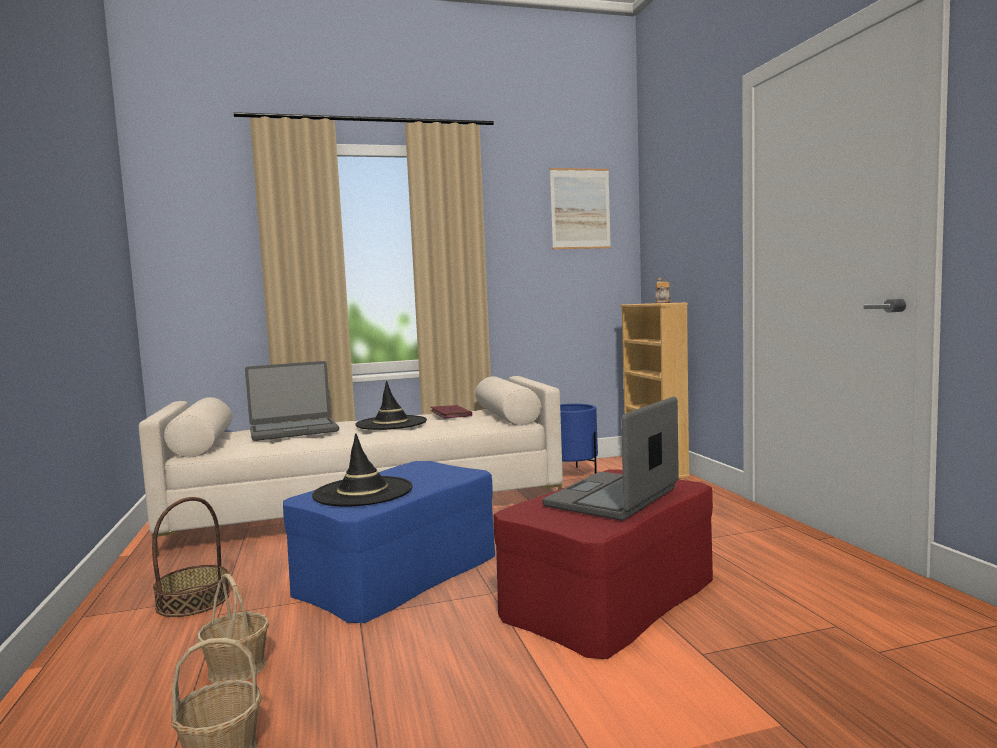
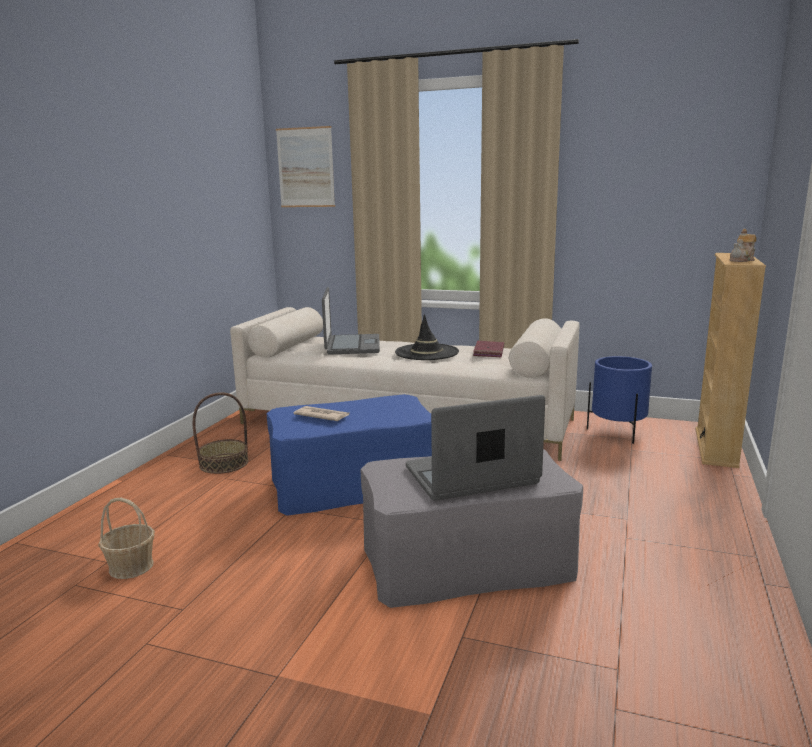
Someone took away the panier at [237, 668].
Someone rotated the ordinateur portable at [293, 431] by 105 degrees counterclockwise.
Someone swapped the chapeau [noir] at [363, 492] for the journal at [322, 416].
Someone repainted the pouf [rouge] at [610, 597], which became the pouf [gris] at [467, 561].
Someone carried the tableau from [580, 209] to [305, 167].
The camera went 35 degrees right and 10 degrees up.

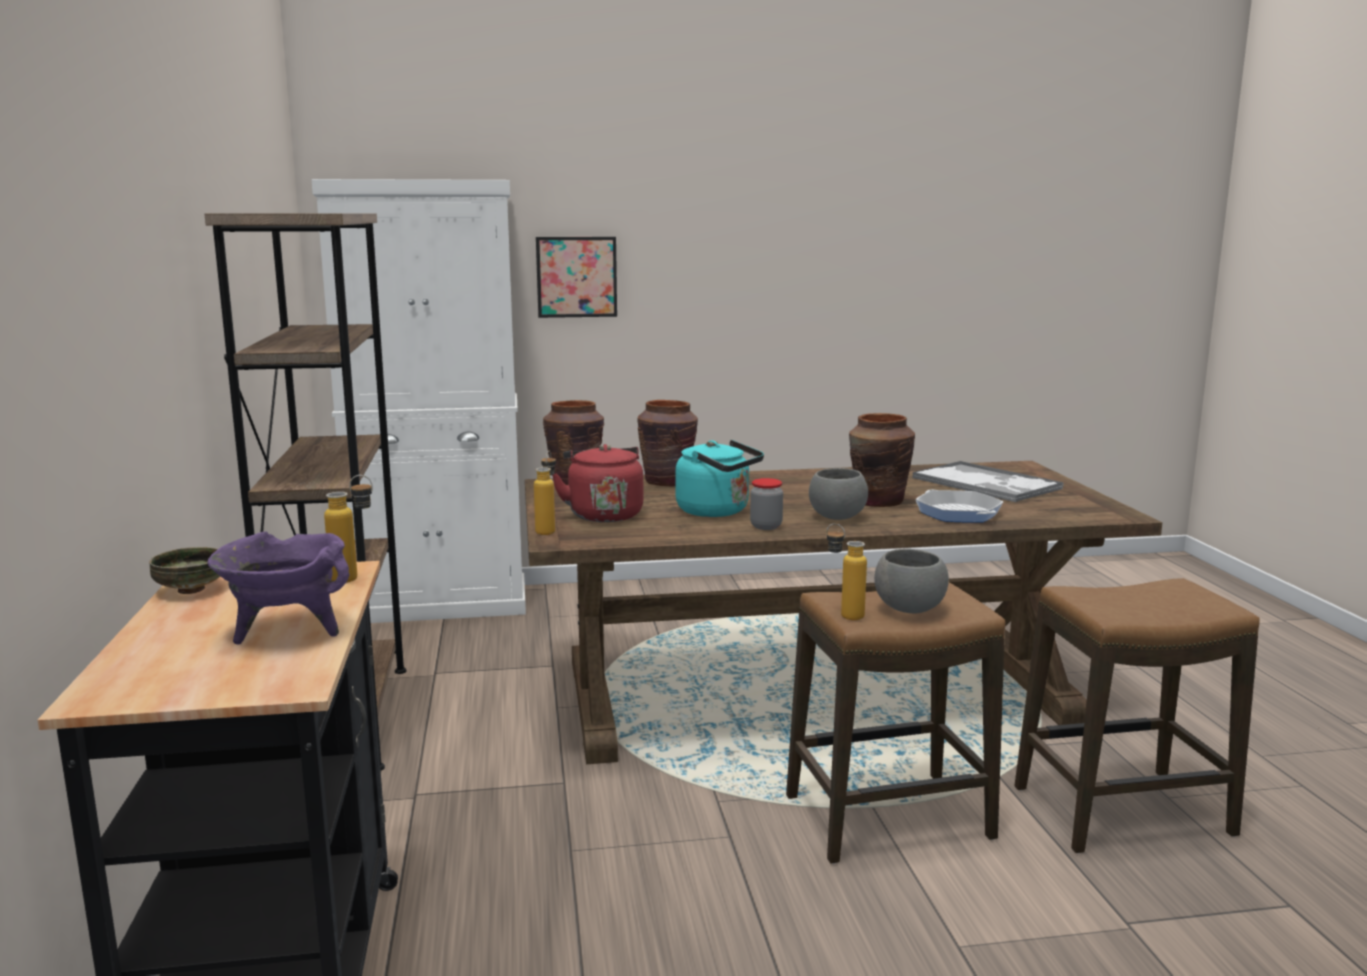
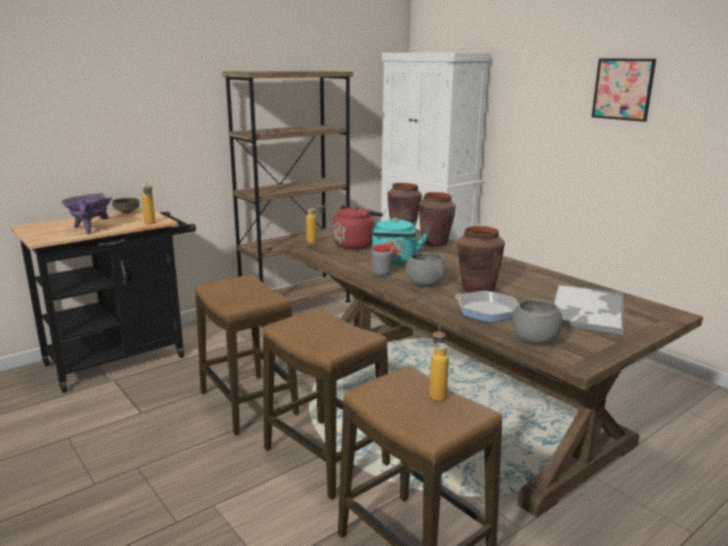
Someone carried the tableau from [576, 277] to [623, 89].
Someone carried the bouteille from [843, 615] to [437, 393].
Someone carried the bol [gris] from [909, 609] to [533, 340].
Someone rotated the poêle at [958, 513] by 90 degrees clockwise.
Someone put down the tabouret at [248, 403].
The camera went 60 degrees right and 5 degrees up.

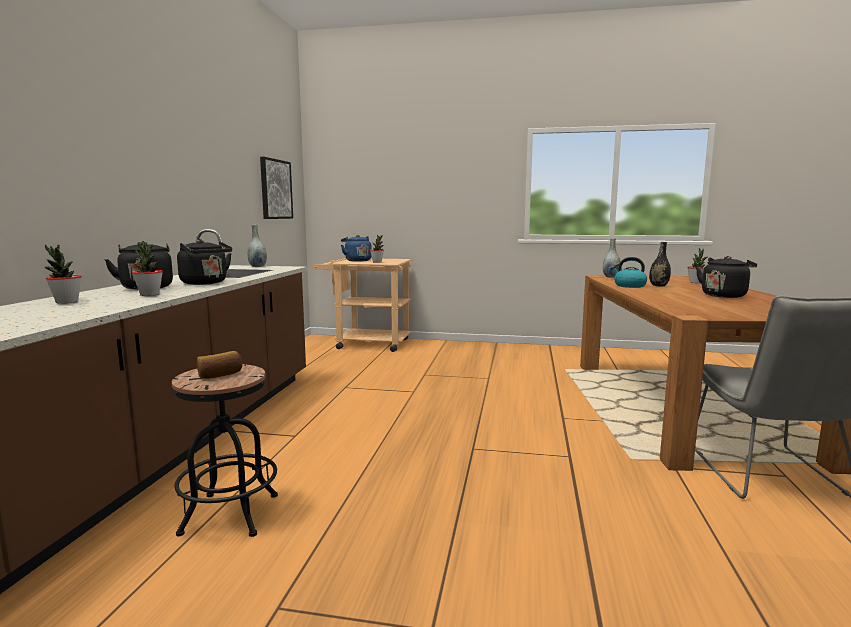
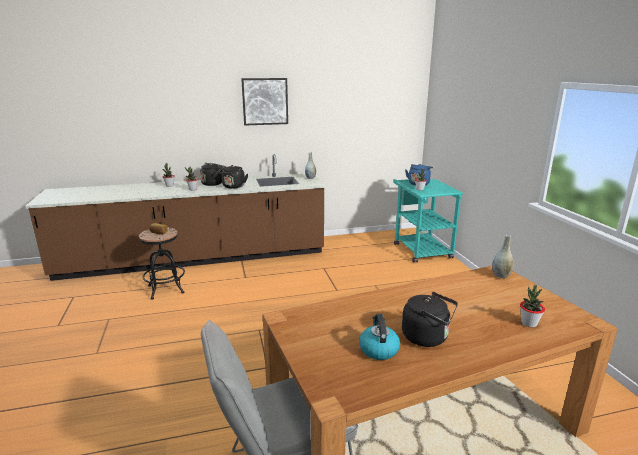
Someone carried the tableau from [275, 189] to [265, 101].
Someone repainted the chariot [beige] at [366, 343], which became the chariot [turquoise] at [419, 249].
Someone carried the bouilloire from [629, 286] to [378, 349].
Someone took away the vase [noir] at [658, 285].
The camera went 65 degrees right and 10 degrees up.

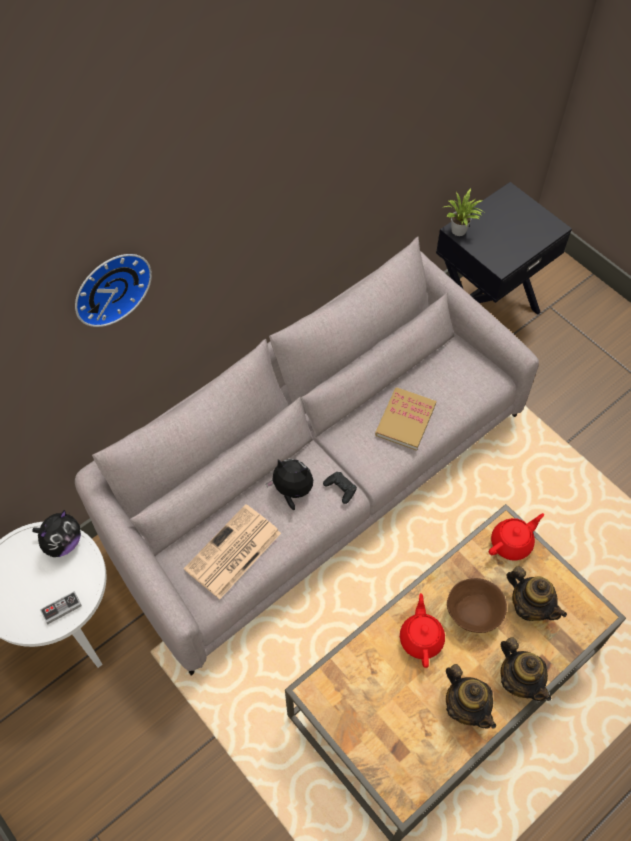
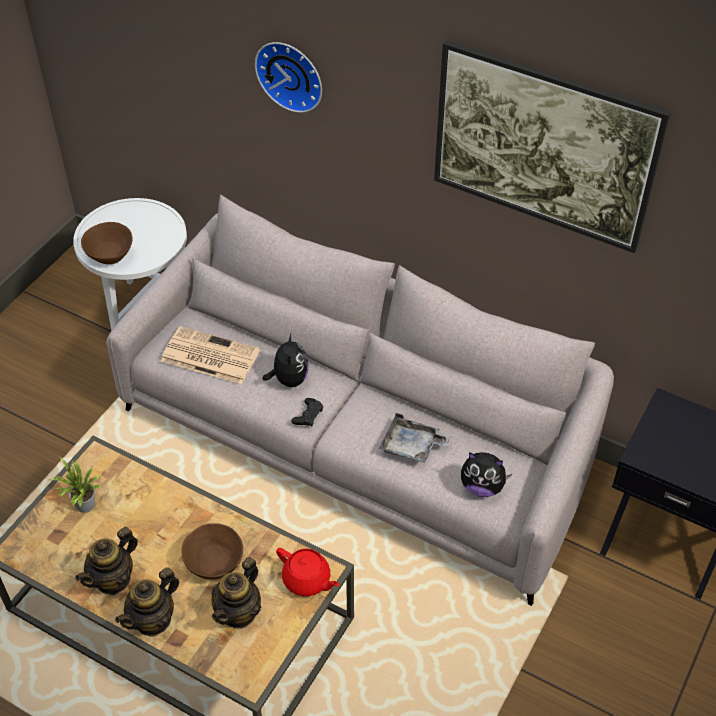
Someone carried the peluche from [62, 543] to [482, 487].
Someone swapped the manette at [61, 608] for the bol [marron] at [109, 255].
Someone swapped the livre at [405, 420] for the plateau [gris] at [412, 446].
Someone took away the théière [rouge] at [421, 638].
Someone carried the plante en pot from [460, 232] to [83, 506].
Someone put up the tableau at [538, 180].
The camera went 70 degrees right and 10 degrees down.

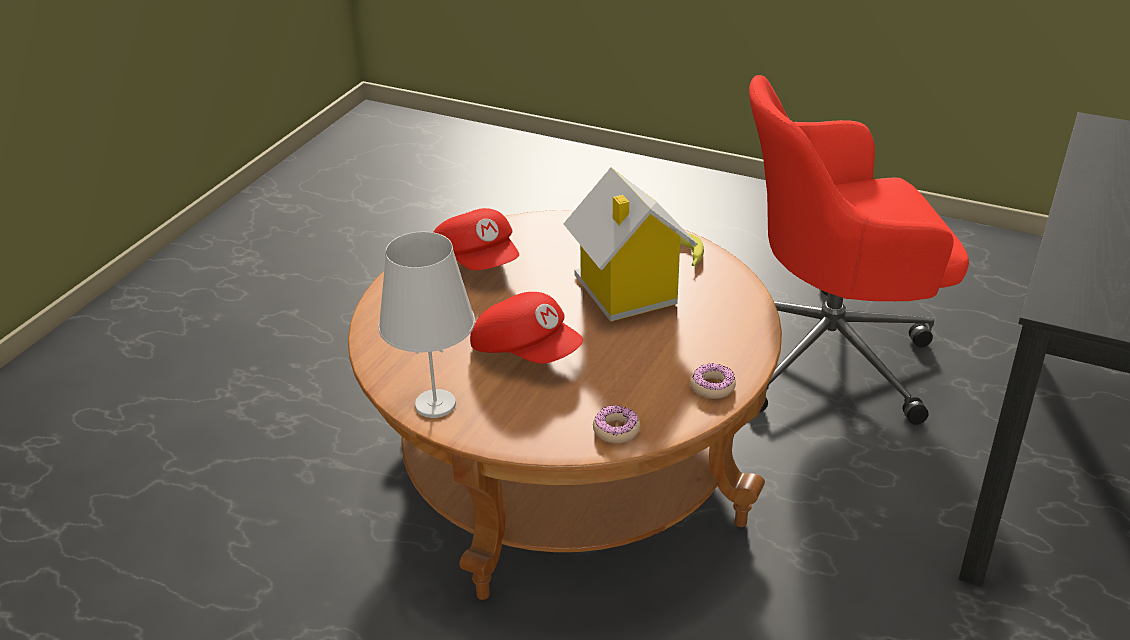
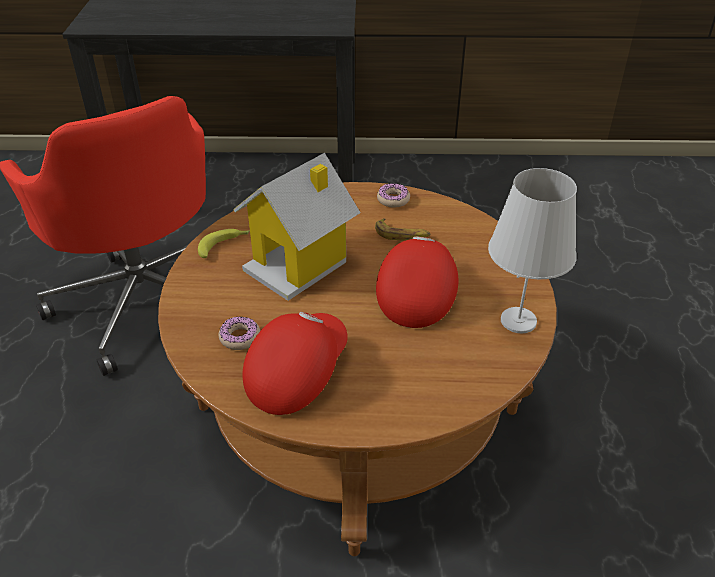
Someone carried the beignet from [616, 430] to [240, 337].
Someone put down the banane at [402, 235].
The camera went 115 degrees left and 5 degrees up.

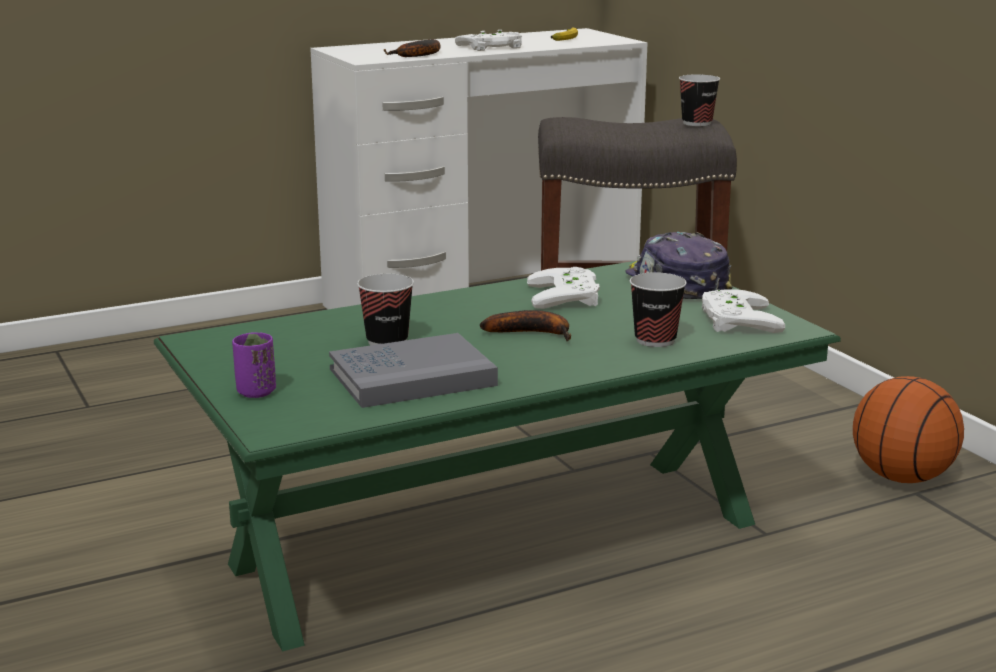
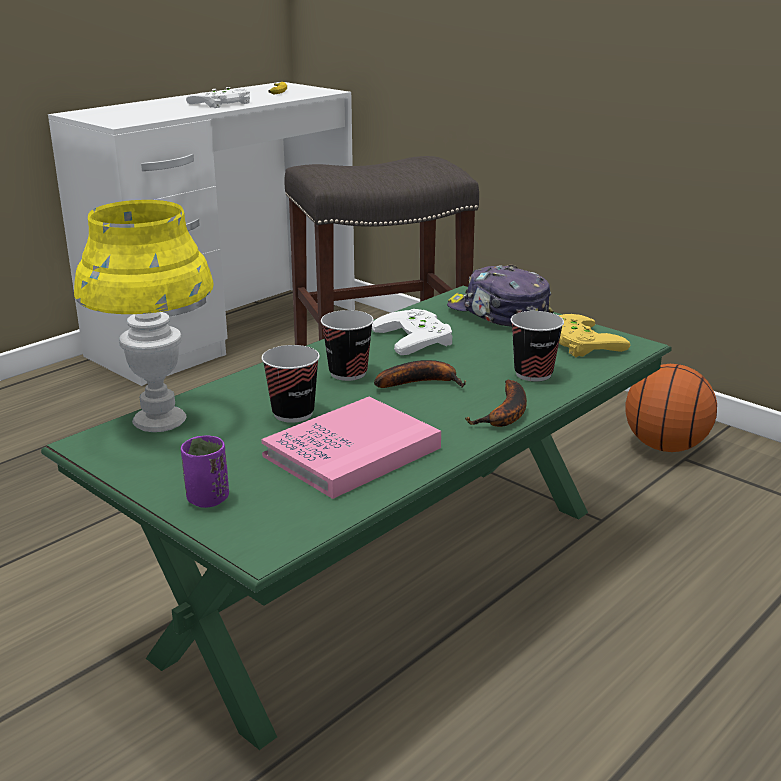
Someone repainted the livre [gris] at [412, 377], which became the livre [rose] at [352, 452].
Someone carried the banane from [417, 55] to [506, 415].
Someone carried the tasse from [697, 123] to [348, 373].
Someone repainted the manette [blanc] at [733, 319], which became the manette [jaune] at [577, 342].
Someone put down the lampe de table [jaune] at [160, 421].
The camera went 20 degrees left and 5 degrees up.

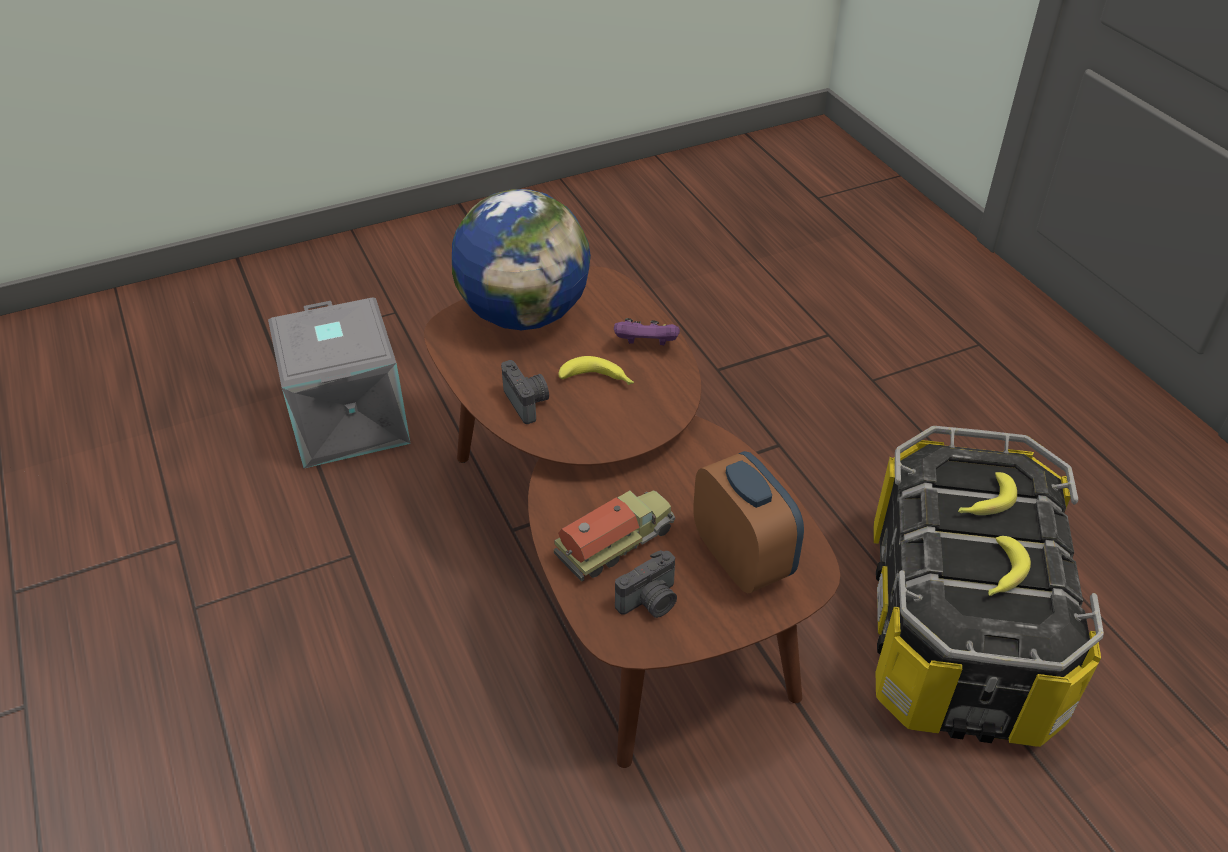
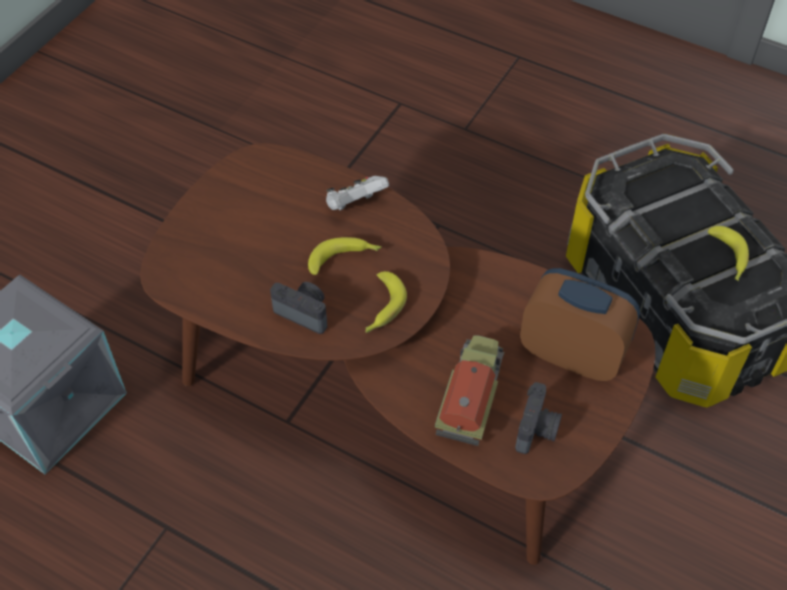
Someone took away the globe at [524, 315].
Someone repainted the manette [violet] at [646, 345], which became the manette [blanc] at [355, 204].
Someone carried the banane from [984, 502] to [381, 309].
The camera went 35 degrees left and 10 degrees up.

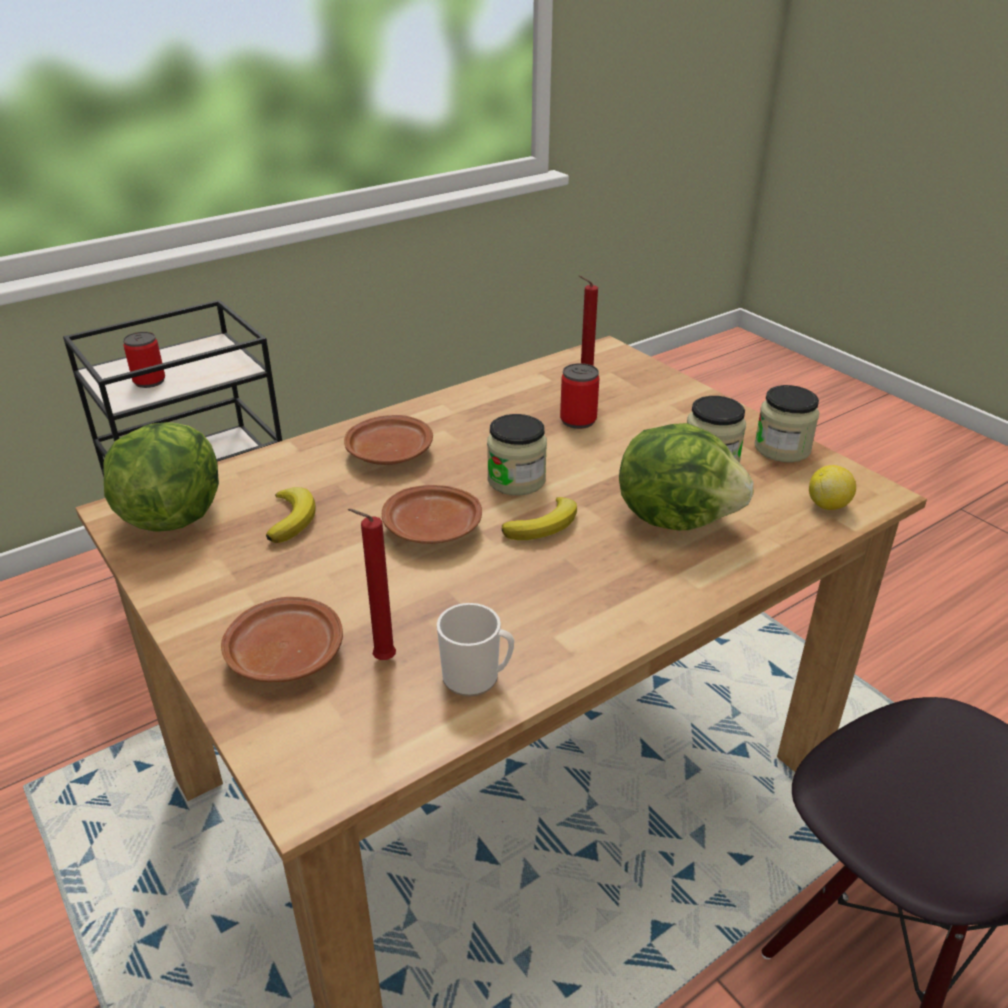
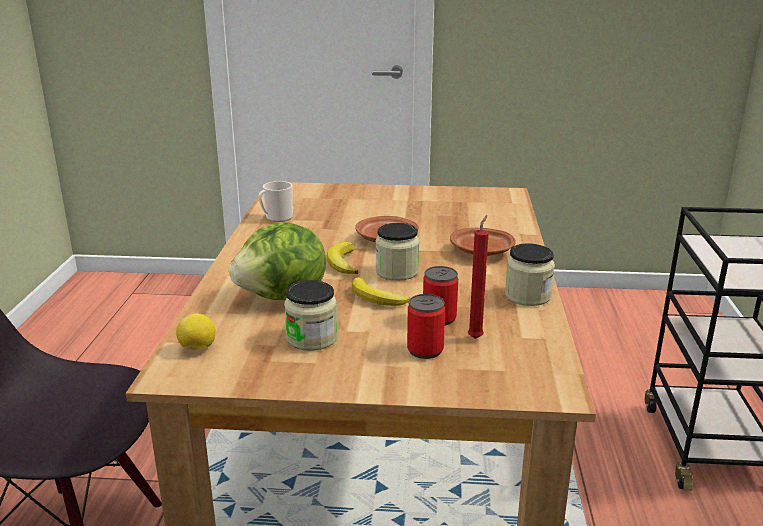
Someone took away the laitue at [172, 515].
Someone carried the boîte métallique from [149, 381] to [425, 350].
Someone took away the assiette [marron] at [285, 655].
Someone carried the banane from [292, 518] to [377, 298].
Someone took away the bougie [rouge] at [381, 660].
Someone carried the bocal from [782, 448] to [527, 296].
The camera went 130 degrees right and 10 degrees down.

